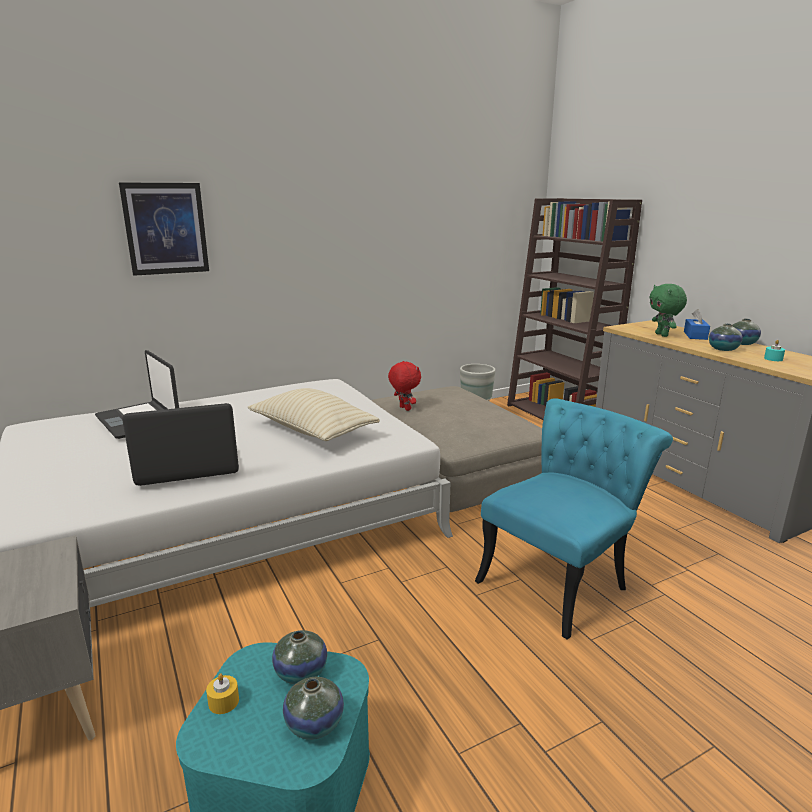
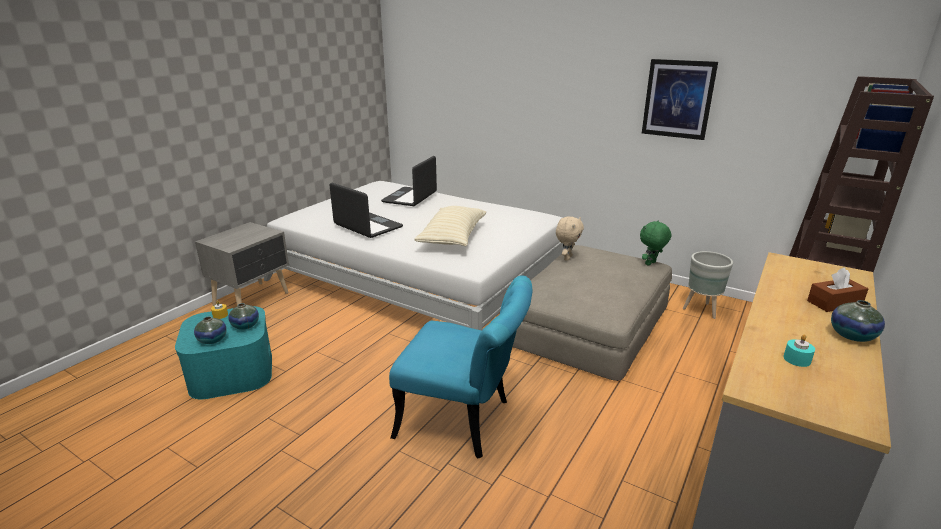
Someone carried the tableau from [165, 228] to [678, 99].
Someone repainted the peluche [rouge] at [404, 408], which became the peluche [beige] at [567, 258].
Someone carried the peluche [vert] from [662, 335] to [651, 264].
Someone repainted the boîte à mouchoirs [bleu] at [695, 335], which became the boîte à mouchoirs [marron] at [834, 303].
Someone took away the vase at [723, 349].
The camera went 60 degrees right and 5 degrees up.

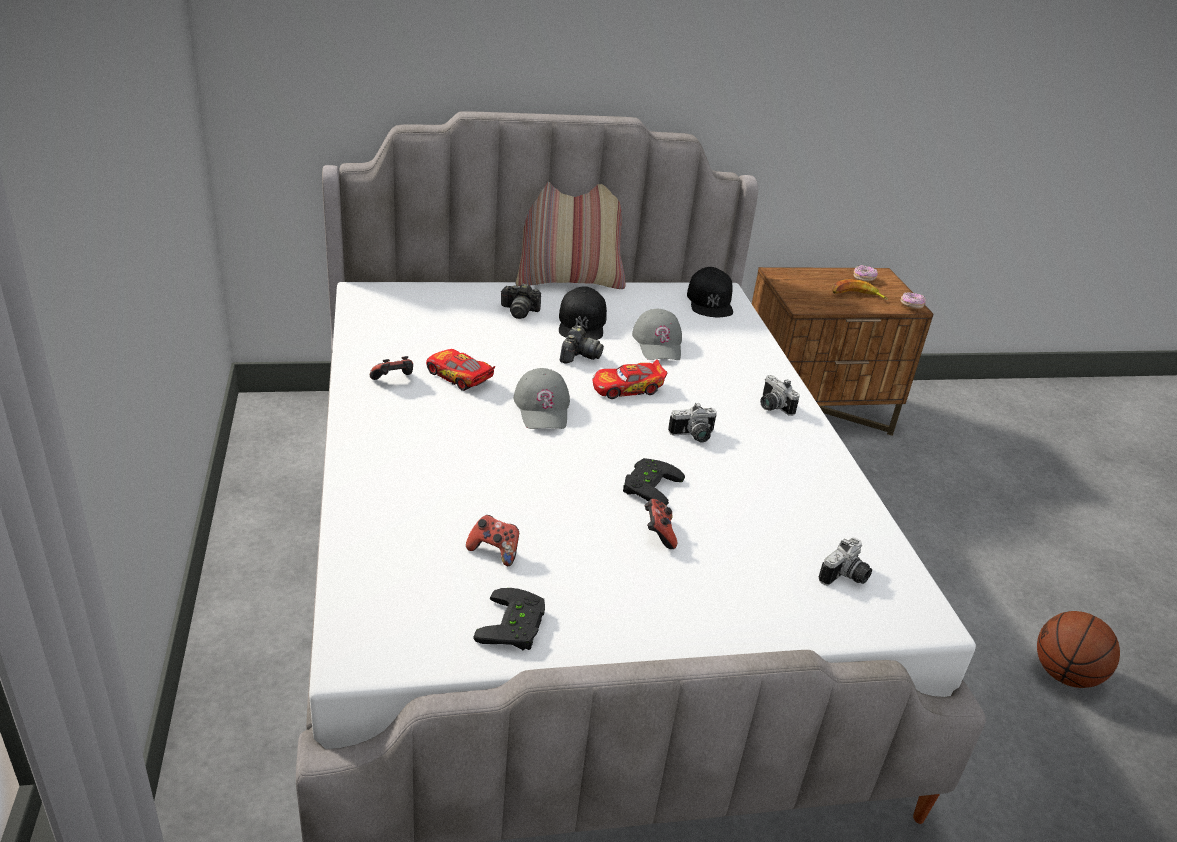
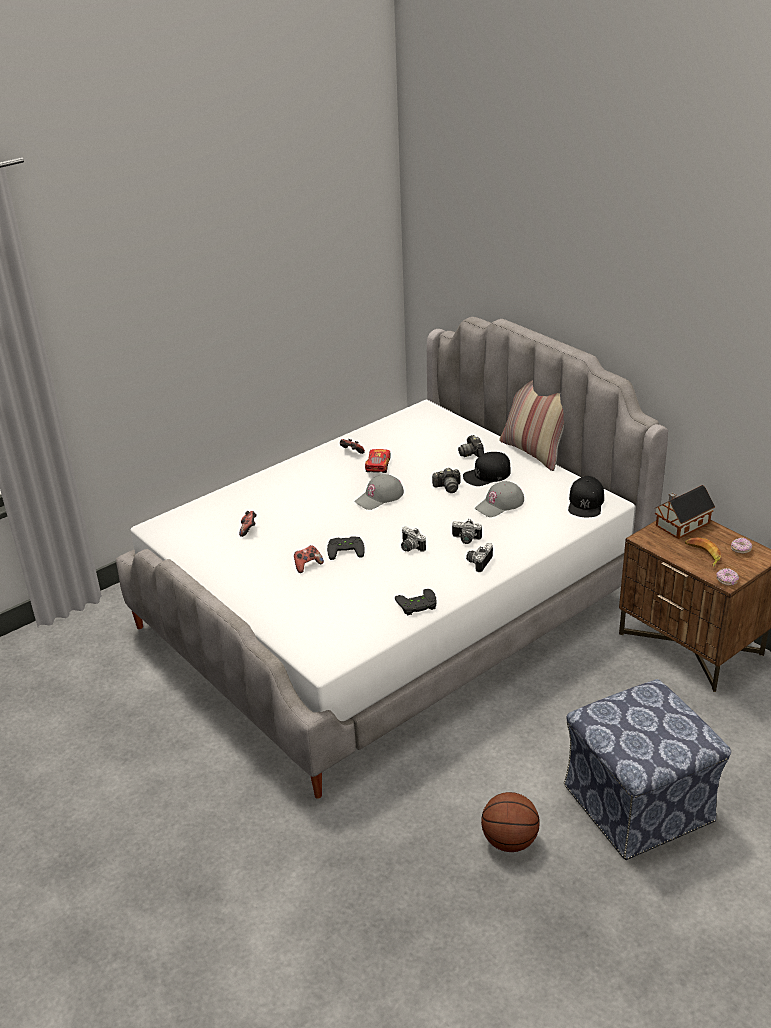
Someone carried the manette [noir] from [516, 626] to [417, 606].
Someone took away the petite voiture at [627, 388].
Someone rotated the casquette [noir] at [710, 301] by 45 degrees counterclockwise.
Someone carried the appareil photo from [846, 577] to [465, 540].
Someone put down the pouf at [639, 804].
Someone put down the maison miniature at [680, 525].
The camera went 65 degrees right and 0 degrees up.

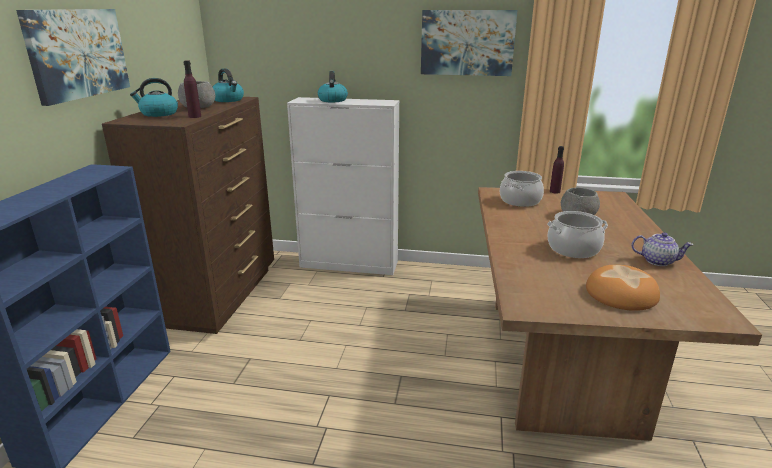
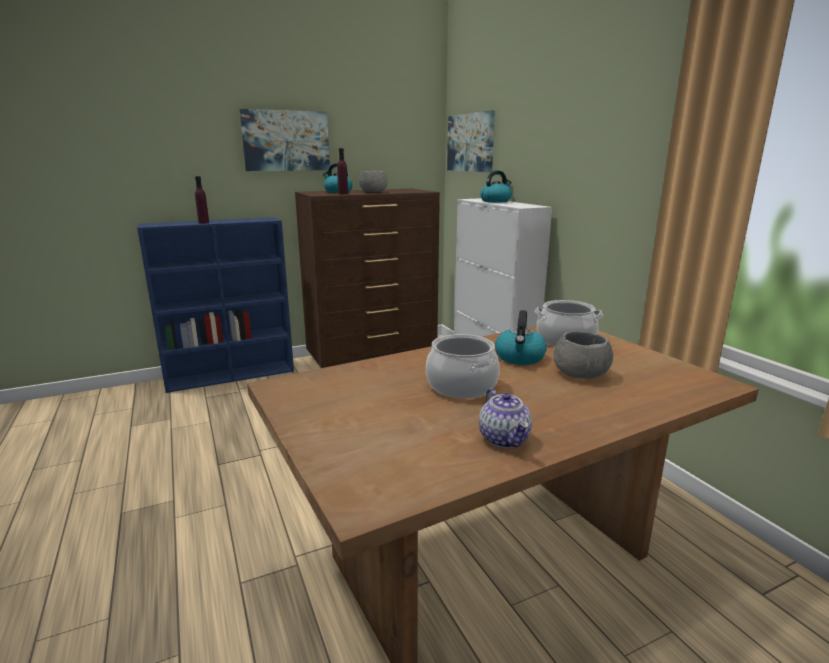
Someone carried the bouilloire from [228, 100] to [520, 358].
Someone carried the tableau from [467, 43] to [471, 142].
Someone carried the bouteille [violet] from [554, 191] to [203, 223].
Someone took away the pain at [621, 293].
The camera went 55 degrees right and 5 degrees down.

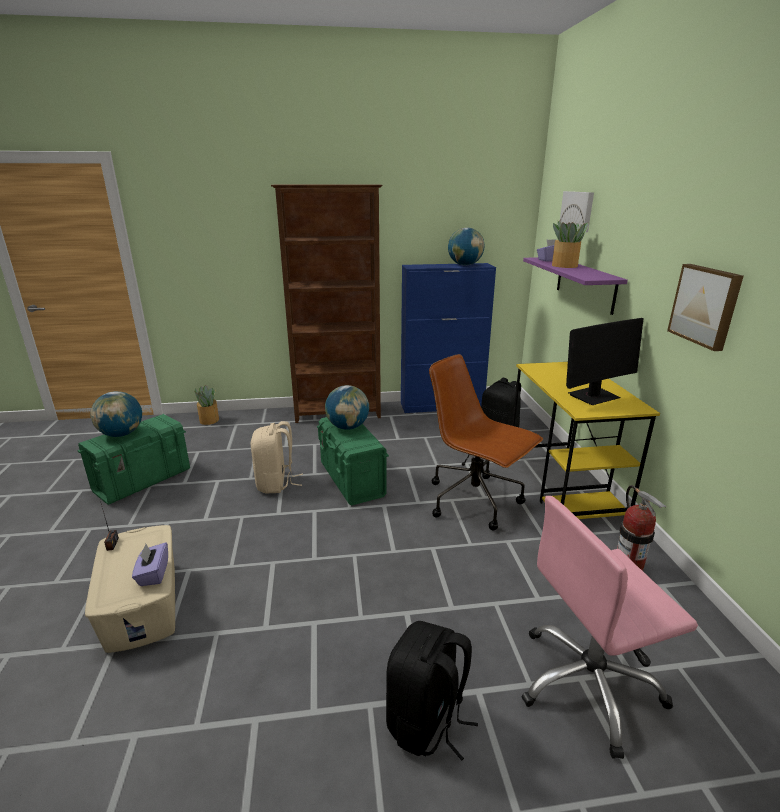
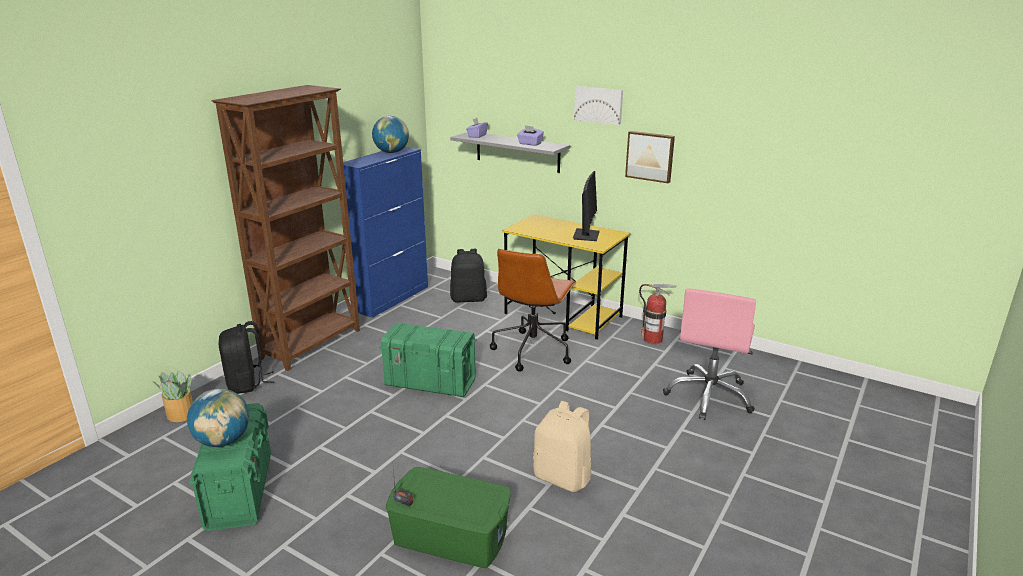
Someone repainted the boîte de rangement [beige] at [143, 604], which became the boîte de rangement [vert] at [450, 535].
Someone carried the boîte à mouchoirs [violet] from [153, 574] to [530, 144].
Someone carried the sac à dos [beige] from [276, 483] to [563, 477].
Someone took away the globe at [348, 427].
Someone carried the sac à dos [noir] from [427, 721] to [247, 383].
Someone rotated the chaise de bureau [marron] at [475, 501] by 60 degrees counterclockwise.
Someone repainted the étagère [violet] at [585, 284], which became the étagère [gris] at [517, 152].
Someone took away the plante en pot at [564, 266].
Someone carried the tableau from [577, 211] to [599, 104].
The camera went 50 degrees left and 0 degrees up.

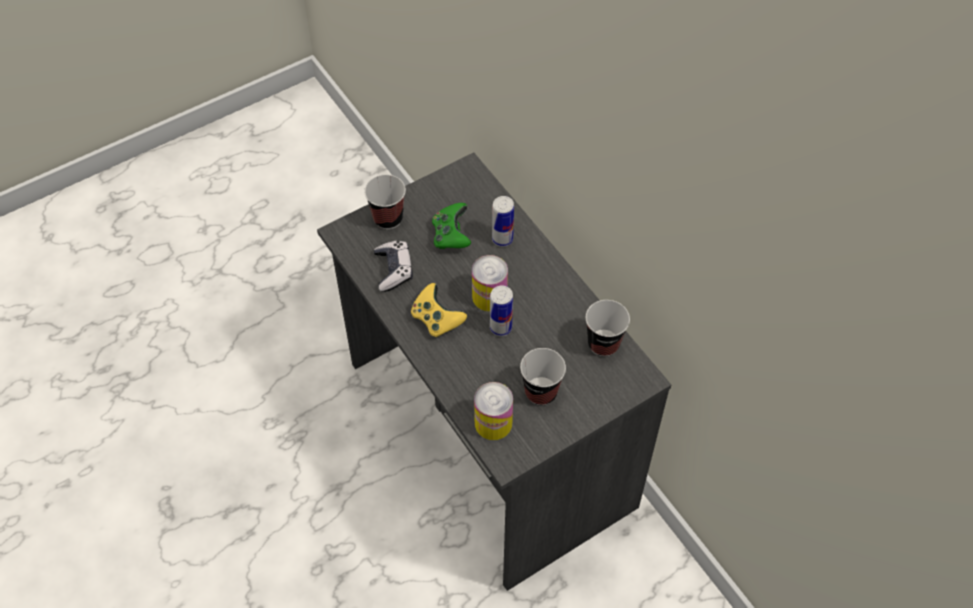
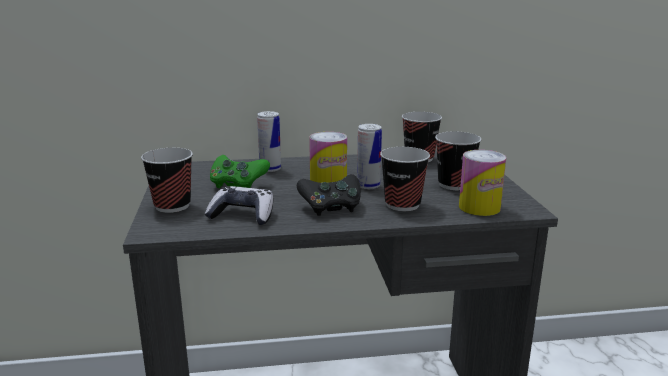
Someone repainted the manette [jaune] at [436, 319], which became the manette [noir] at [331, 208].
Someone put down the tasse at [402, 205].
The camera went 65 degrees left and 35 degrees down.

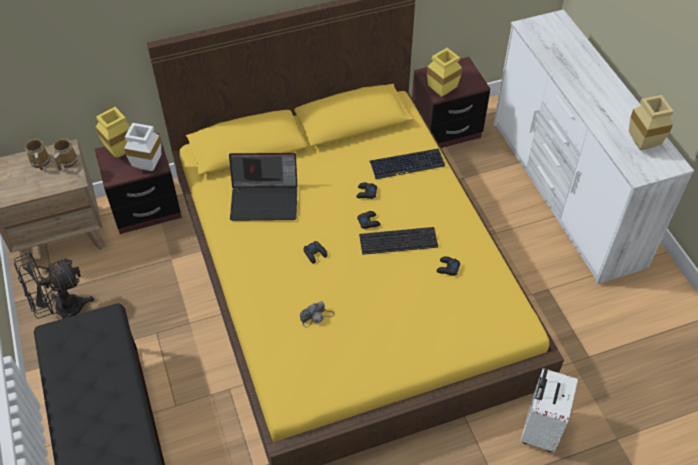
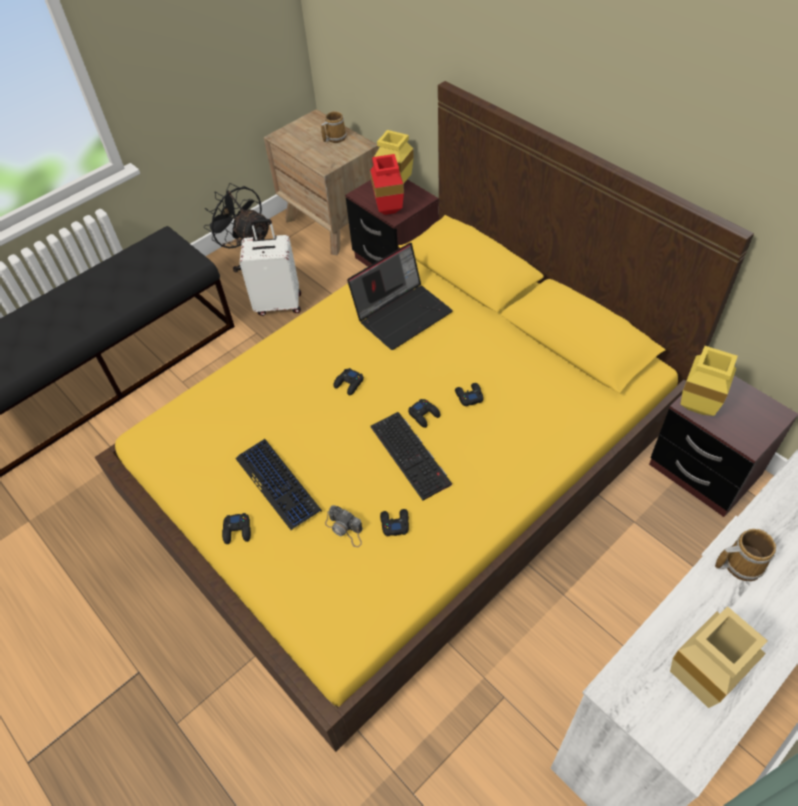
Someone carried the mug from [66, 161] to [740, 563].
Someone repainted the vase [blanc] at [150, 166], which became the vase [rouge] at [390, 211].
Someone rotated the ordinateur portable at [265, 200] by 105 degrees counterclockwise.
Someone carried the appareil photo from [317, 317] to [345, 529].
Someone carried the clavier from [407, 164] to [278, 484].
Someone carried the valise [blanc] from [539, 429] to [278, 303].
Someone put down the manette [noir] at [237, 531].
The camera went 70 degrees right and 0 degrees up.

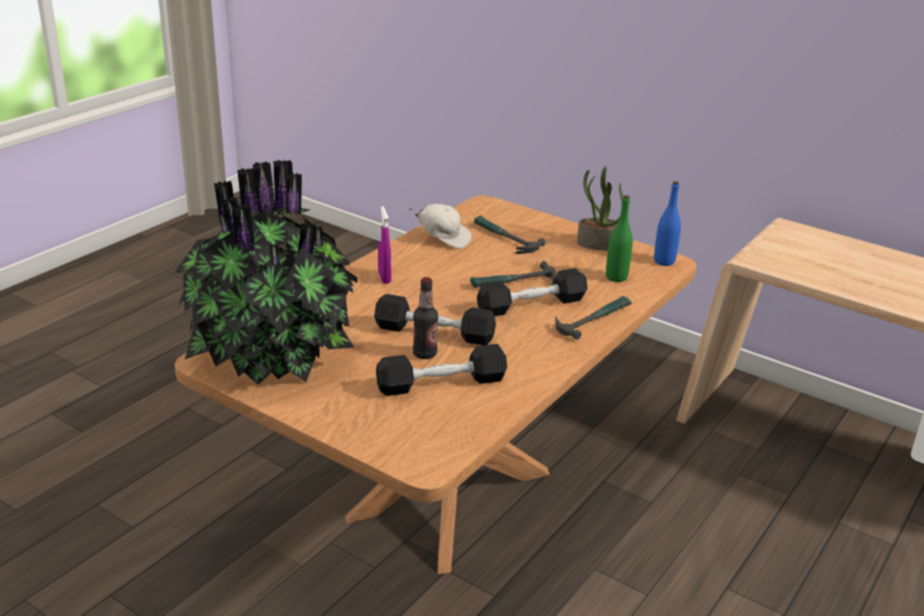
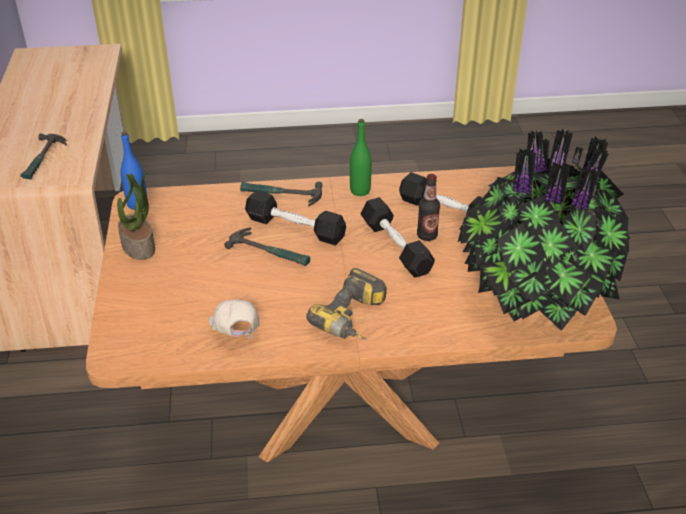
Someone swapped the vaporisateur [violet] at [384, 278] for the perceuse at [354, 320].
Someone carried the marteau from [504, 238] to [43, 160].
Someone carried the bouteille [vert] from [616, 277] to [360, 191].
The camera went 130 degrees left and 10 degrees up.

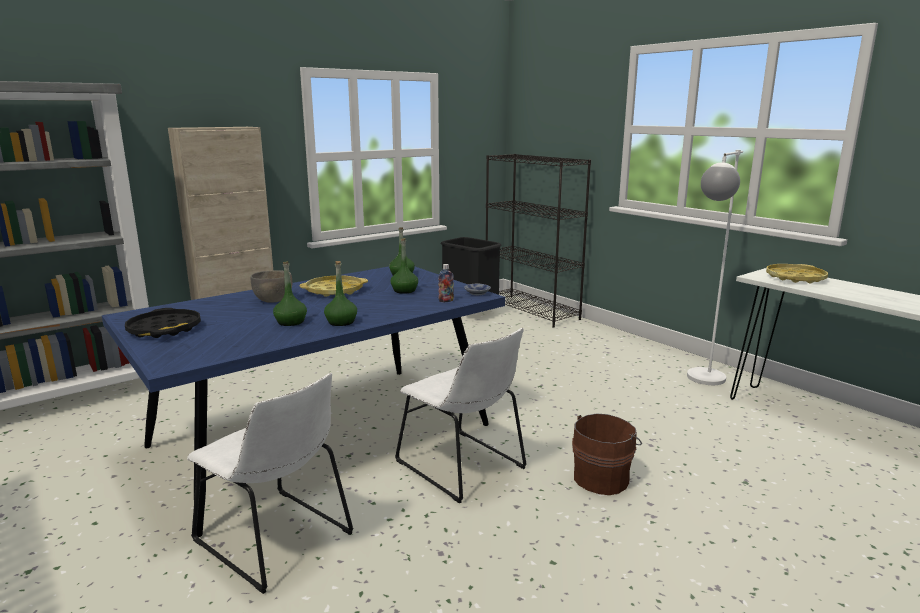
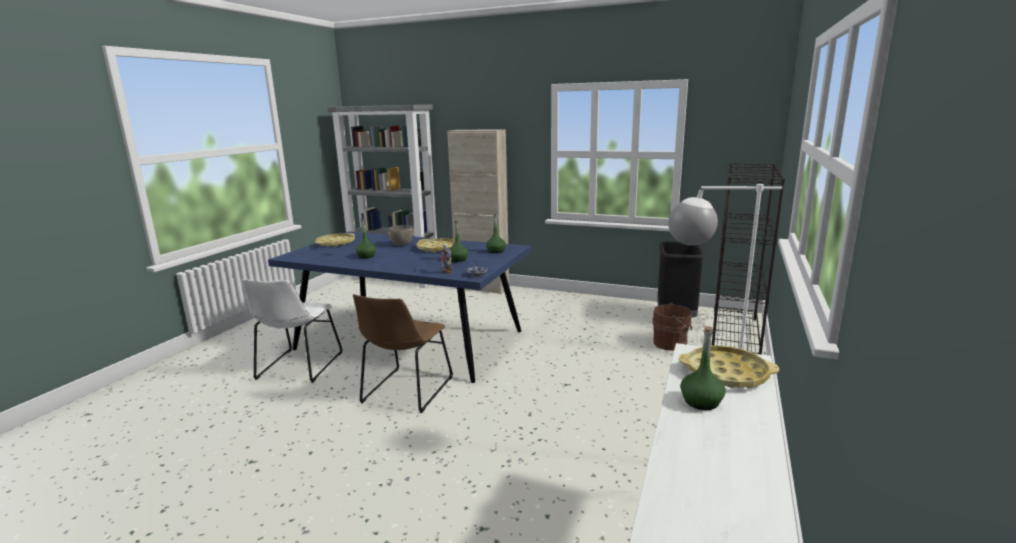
Someone repainted the plateau [noir] at [164, 329], which became the plateau [jaune] at [336, 243].
Someone carried the bouteille [vert] from [341, 322] to [701, 402].
Someone repainted the chaise [blanc] at [464, 467], which became the chaise [marron] at [406, 391].
Someone carried the seau [marron] from [602, 478] to [672, 343].
The camera went 60 degrees right and 0 degrees up.

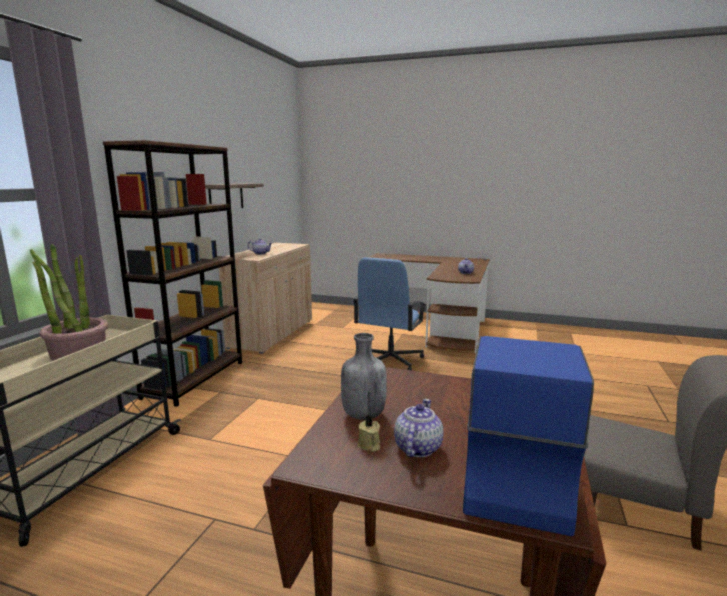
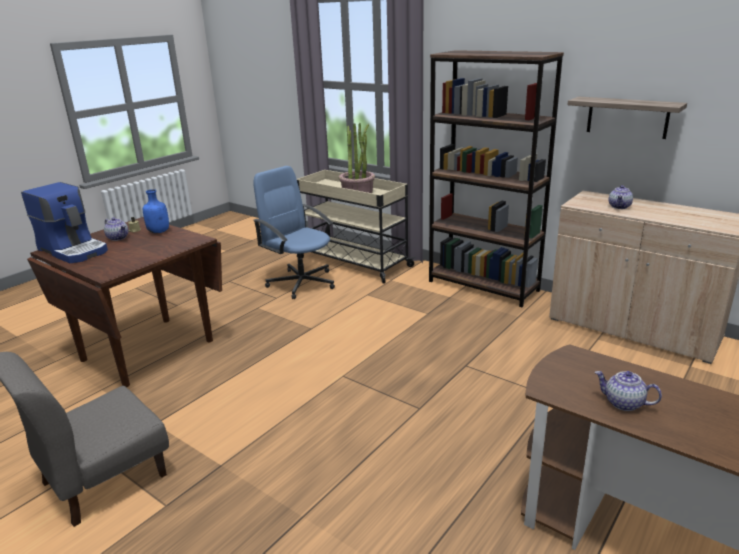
Someone repainted the bouteille [gris] at [362, 414], which became the bouteille [bleu] at [159, 232].
Someone carried the chaise de bureau [bleu] from [389, 360] to [301, 282].
The camera went 110 degrees right and 10 degrees up.

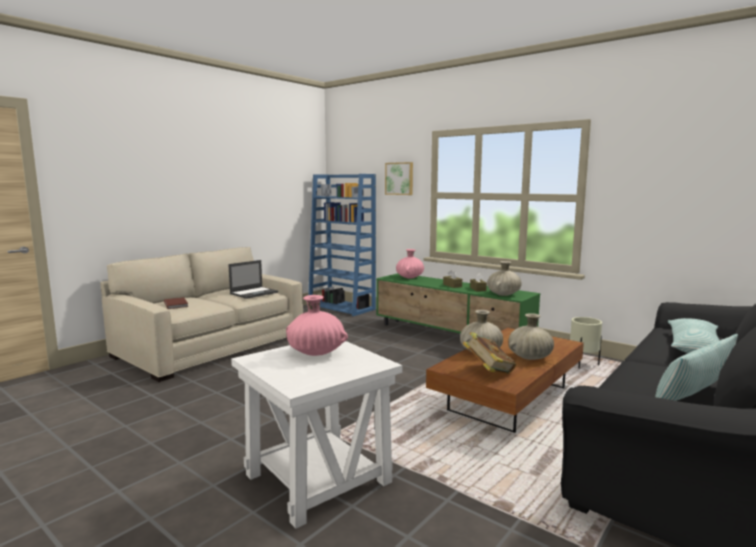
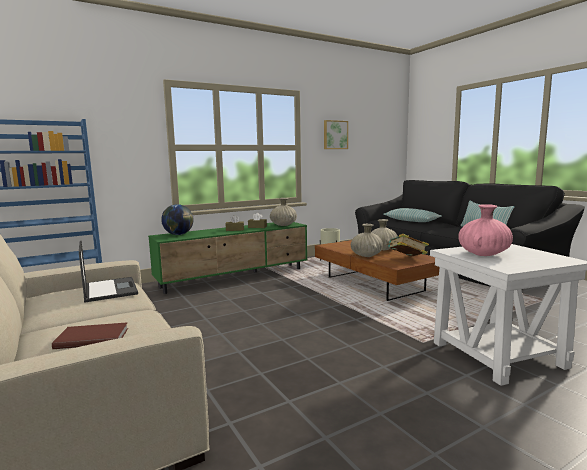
Someone carried the tableau from [399, 178] to [335, 135].
Someone swapped the vase [rose] at [410, 277] for the globe at [178, 234].
The camera went 70 degrees left and 0 degrees up.

